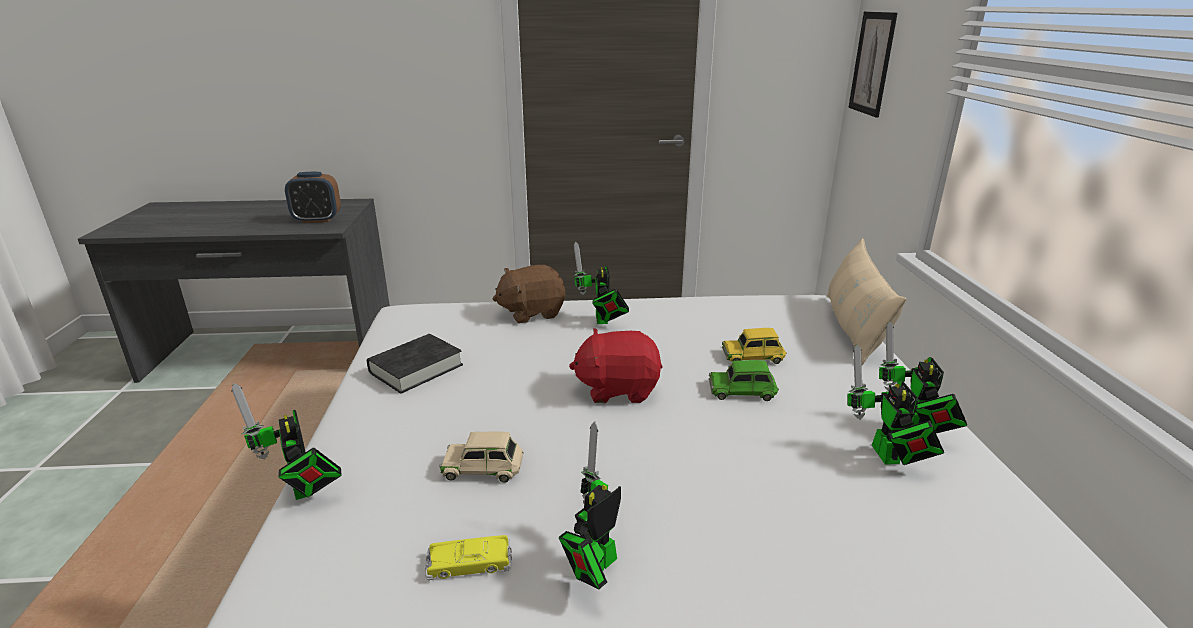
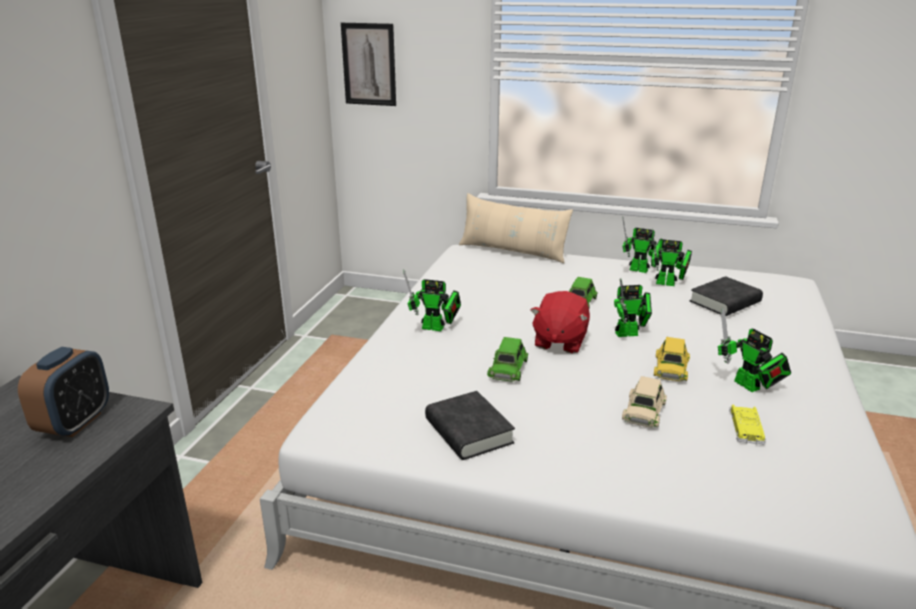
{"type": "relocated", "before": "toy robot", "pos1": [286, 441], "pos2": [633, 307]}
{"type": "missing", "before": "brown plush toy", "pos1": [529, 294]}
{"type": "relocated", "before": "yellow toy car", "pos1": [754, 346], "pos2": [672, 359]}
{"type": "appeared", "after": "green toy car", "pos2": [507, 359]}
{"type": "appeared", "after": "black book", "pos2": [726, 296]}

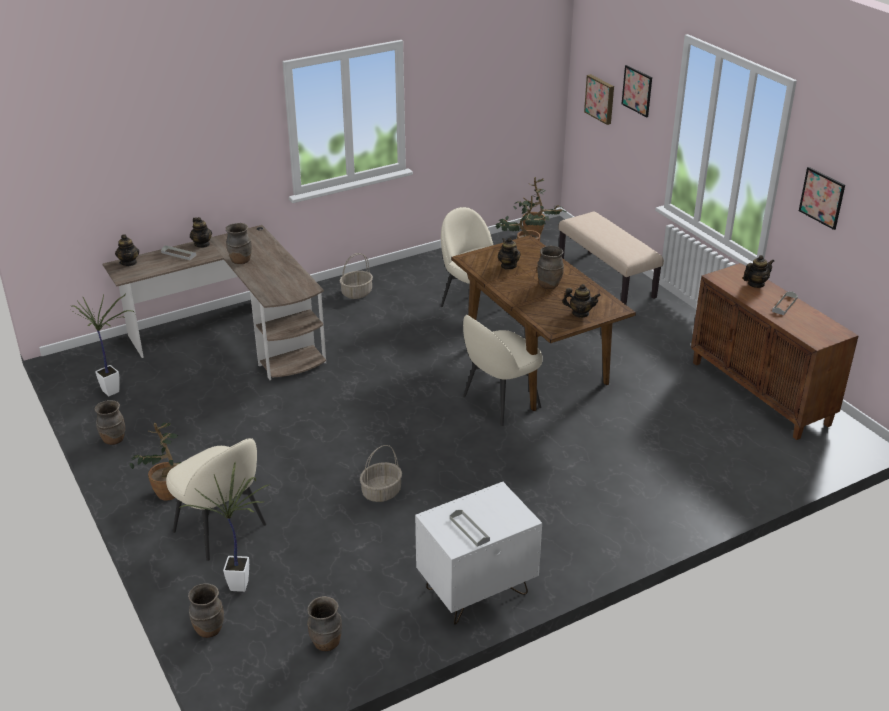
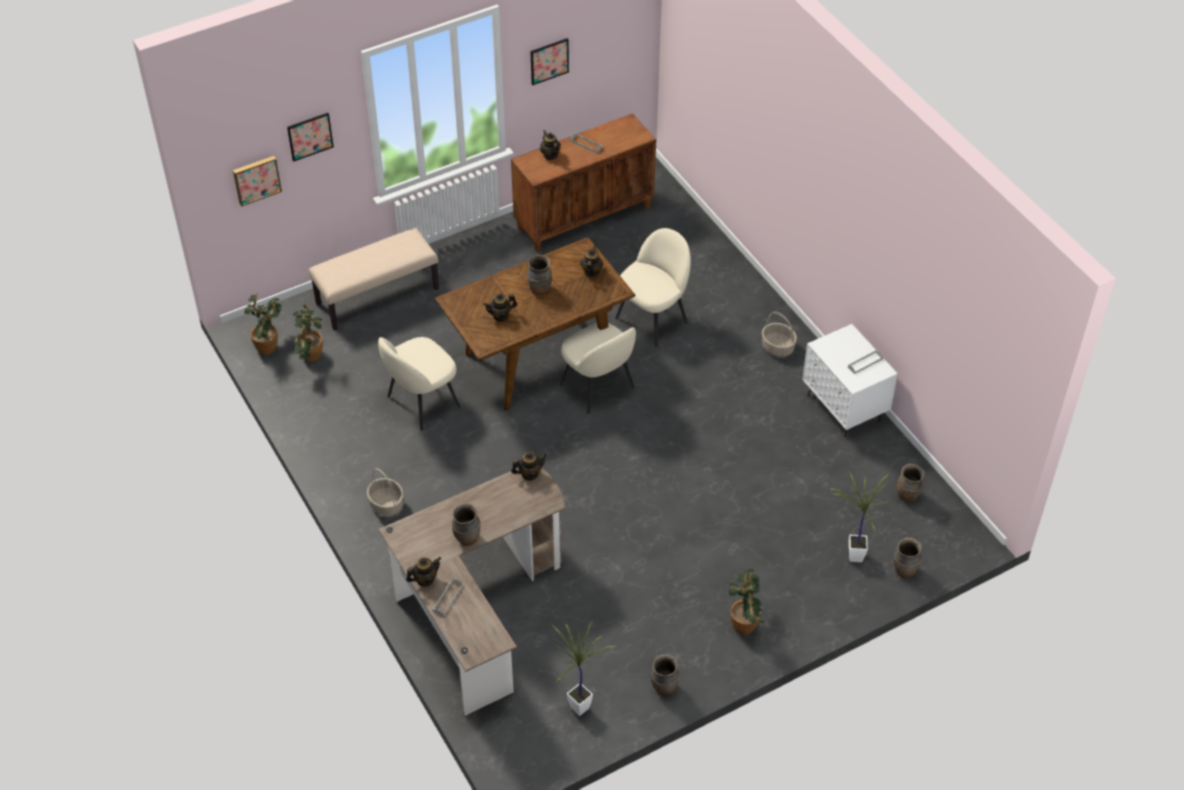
{"type": "relocated", "before": "teapot", "pos1": [127, 250], "pos2": [529, 466]}
{"type": "relocated", "before": "beige chair", "pos1": [216, 499], "pos2": [653, 287]}
{"type": "relocated", "before": "basket", "pos1": [381, 473], "pos2": [779, 334]}

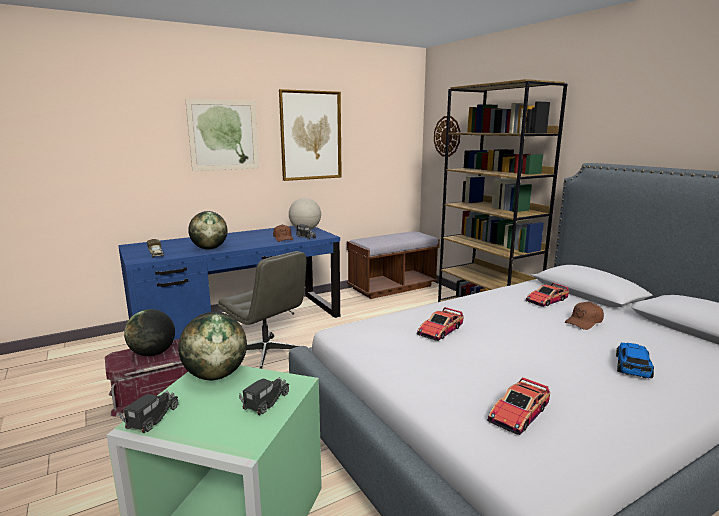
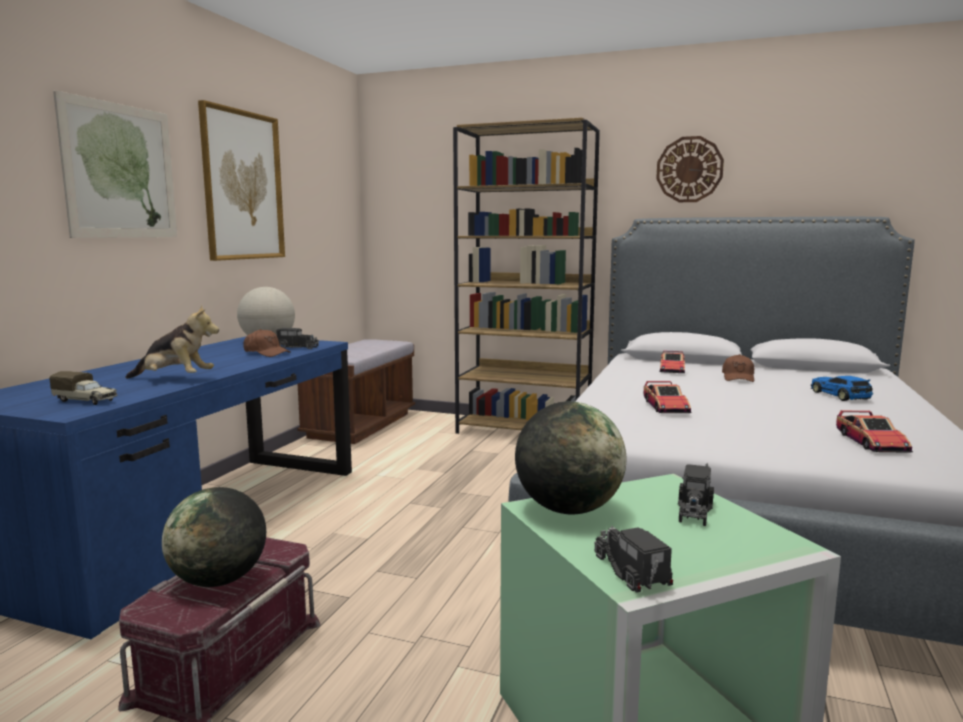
{"type": "exchanged", "before": "globe", "after": "plush toy", "pos1": [208, 230], "pos2": [172, 342]}
{"type": "missing", "before": "grey office chair", "pos1": [262, 310]}
{"type": "spun", "before": "toy truck", "pos1": [264, 396], "pos2": [696, 494], "turn": -150}
{"type": "relocated", "before": "wall clock", "pos1": [447, 136], "pos2": [690, 169]}

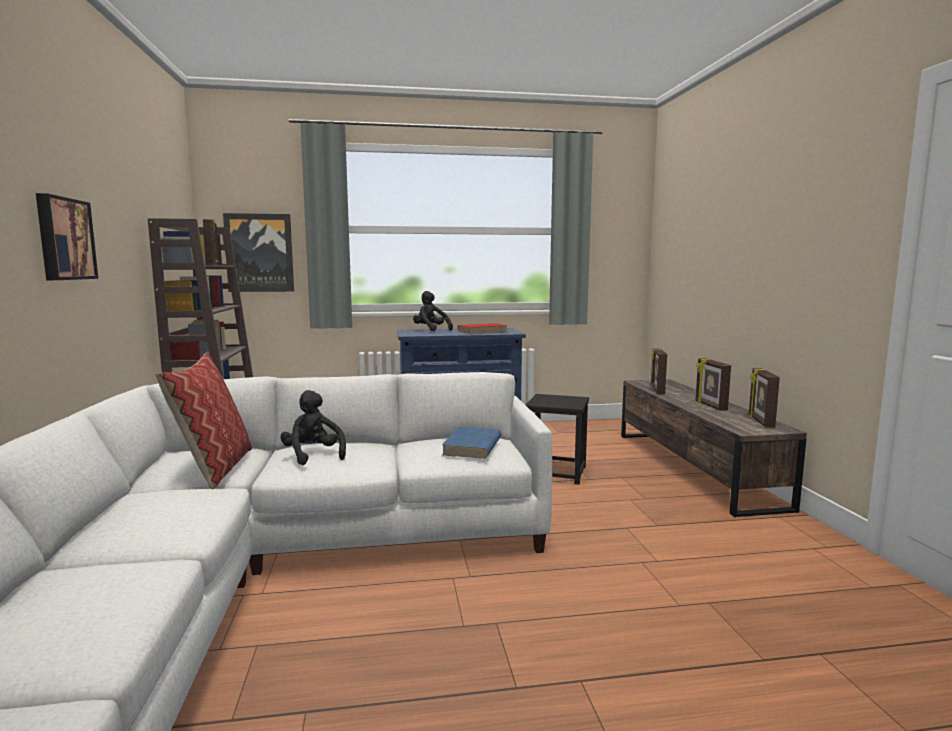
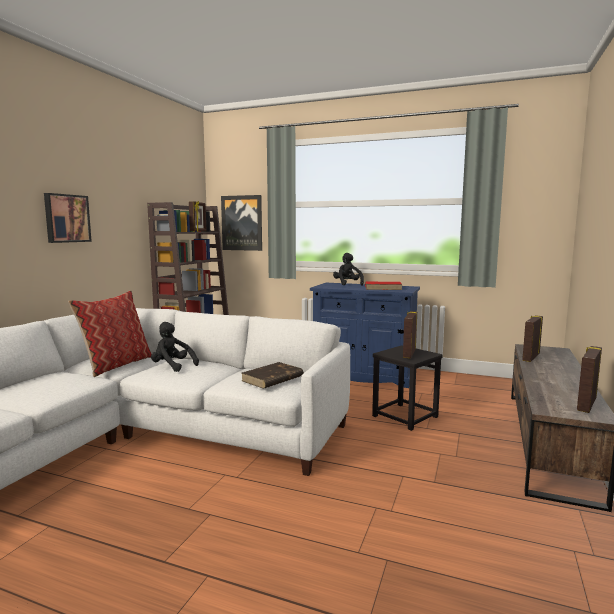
{"type": "spun", "before": "black plush toy", "pos1": [313, 427], "pos2": [175, 347], "turn": -60}
{"type": "colour", "before": "blue book", "after": "brown book", "pos1": [471, 442], "pos2": [273, 375]}
{"type": "relocated", "before": "picture frame", "pos1": [713, 384], "pos2": [410, 335]}

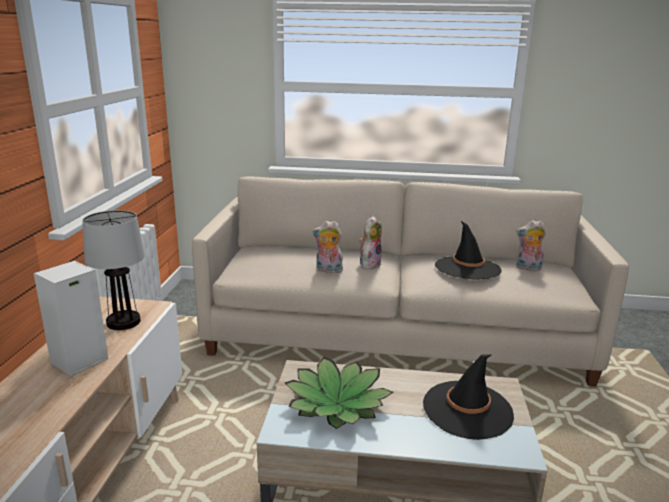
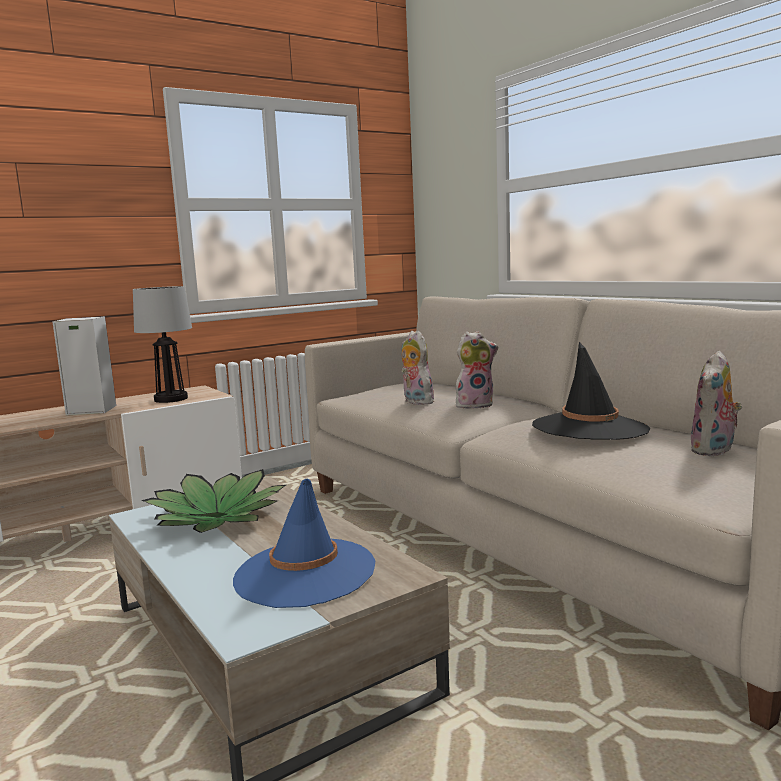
{"type": "colour", "before": "black hat", "after": "blue hat", "pos1": [468, 397], "pos2": [304, 543]}
{"type": "spun", "before": "plush toy", "pos1": [531, 245], "pos2": [716, 403], "turn": -105}

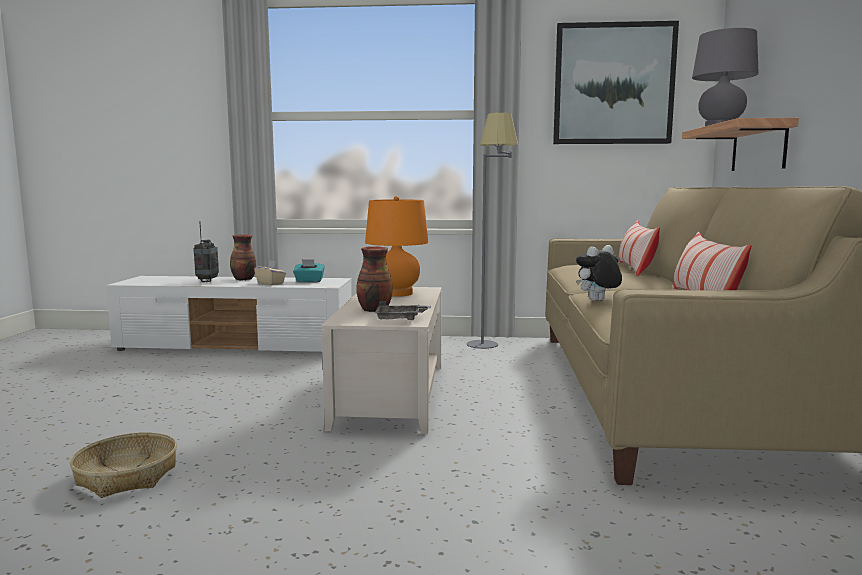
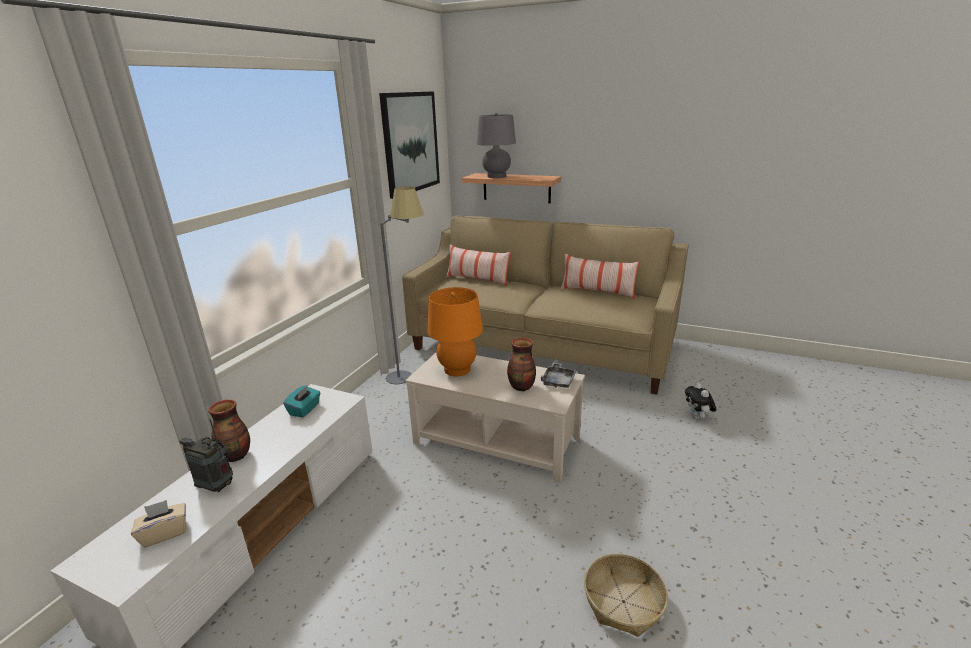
{"type": "relocated", "before": "beige tissue box", "pos1": [270, 272], "pos2": [158, 523]}
{"type": "relocated", "before": "plush toy", "pos1": [599, 273], "pos2": [701, 401]}

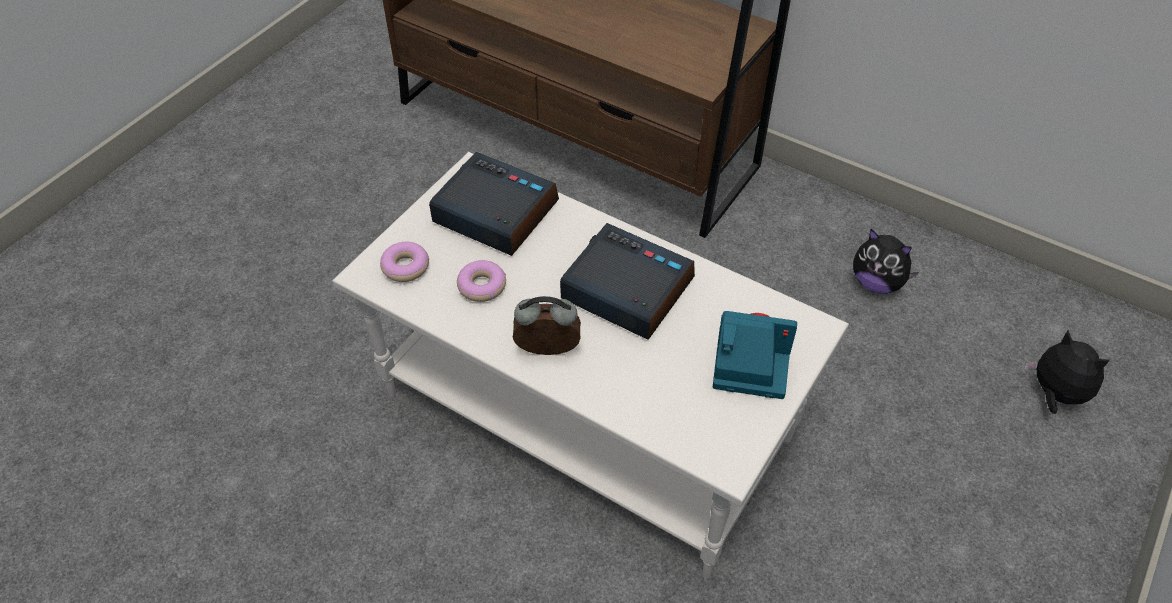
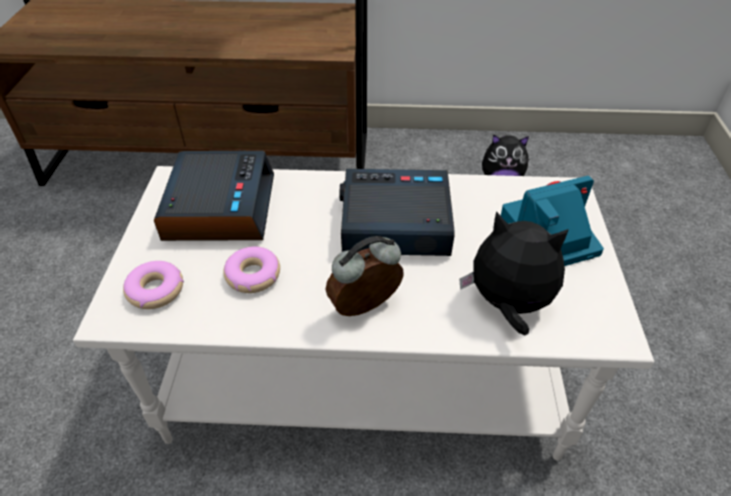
{"type": "spun", "before": "alarm clock", "pos1": [494, 204], "pos2": [214, 196], "turn": 90}
{"type": "relocated", "before": "plush toy", "pos1": [1067, 372], "pos2": [514, 273]}

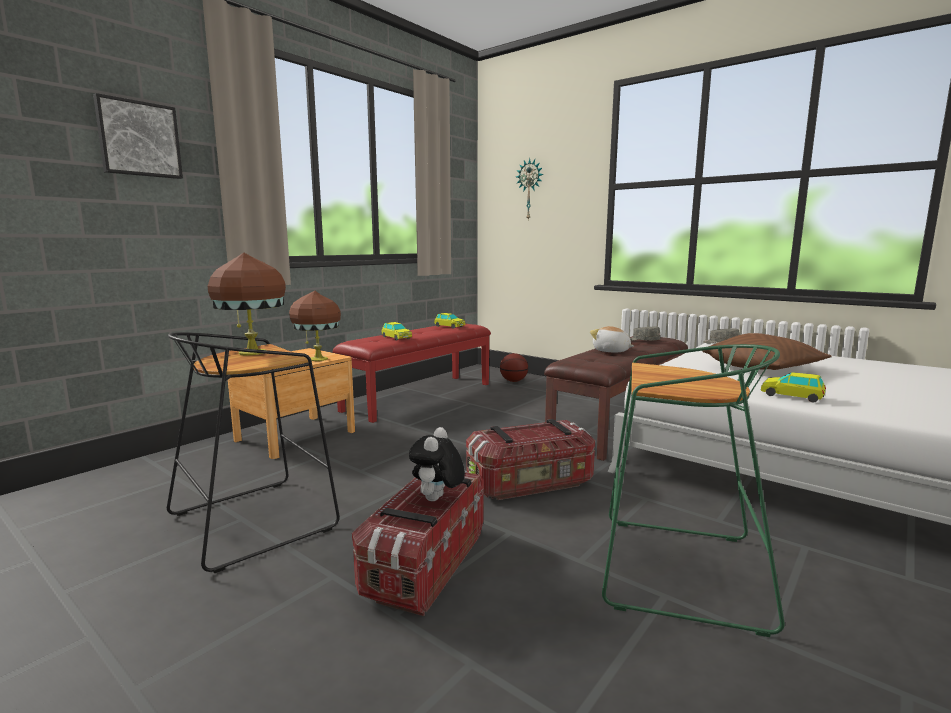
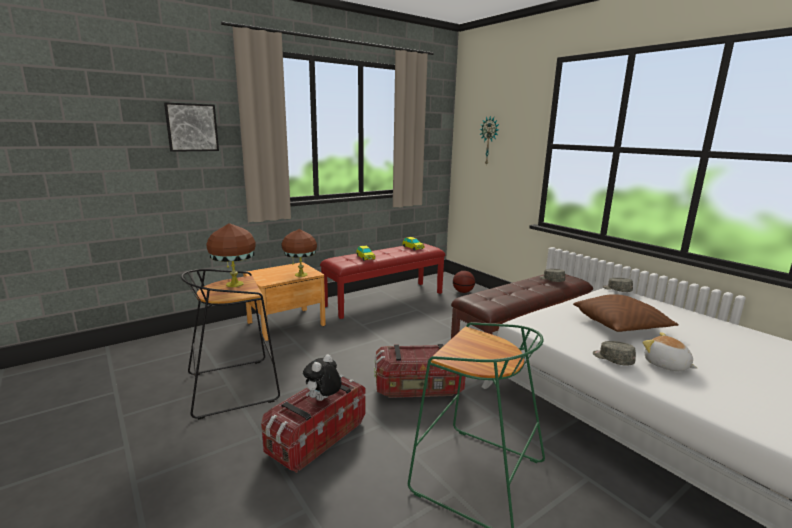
{"type": "relocated", "before": "plush toy", "pos1": [612, 339], "pos2": [670, 351]}
{"type": "exchanged", "before": "toy car", "after": "grey cap", "pos1": [793, 387], "pos2": [614, 353]}

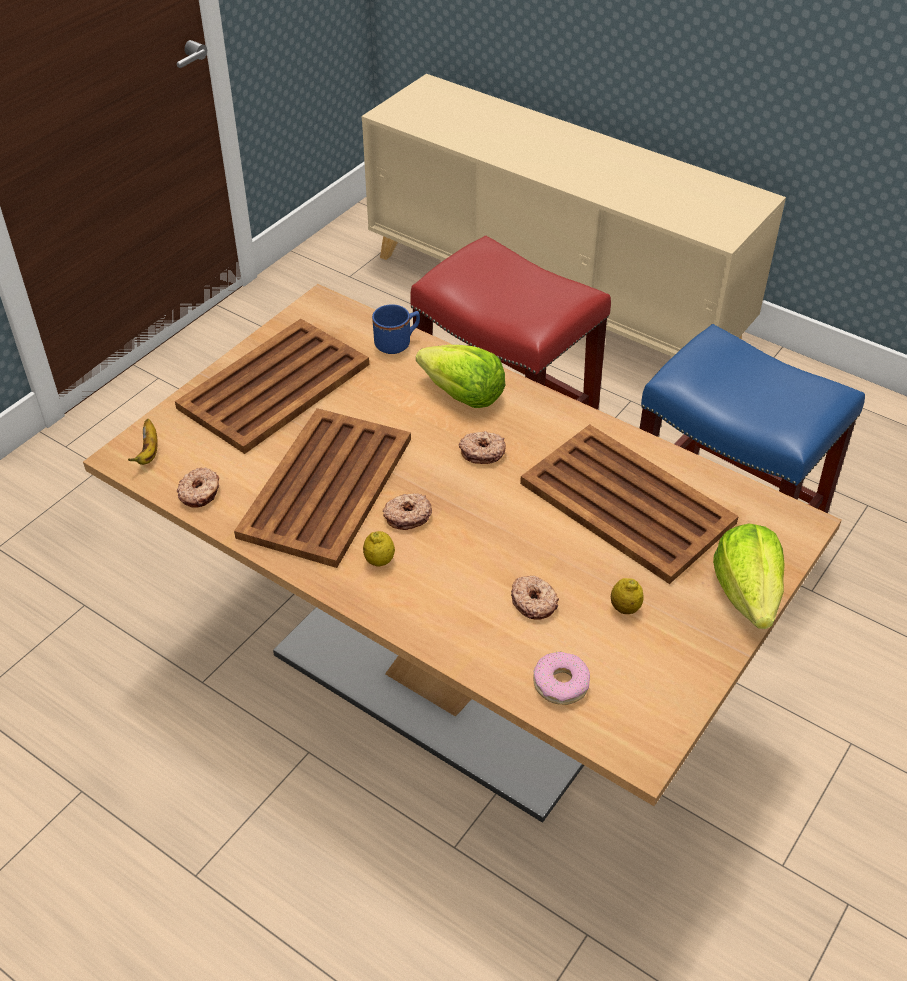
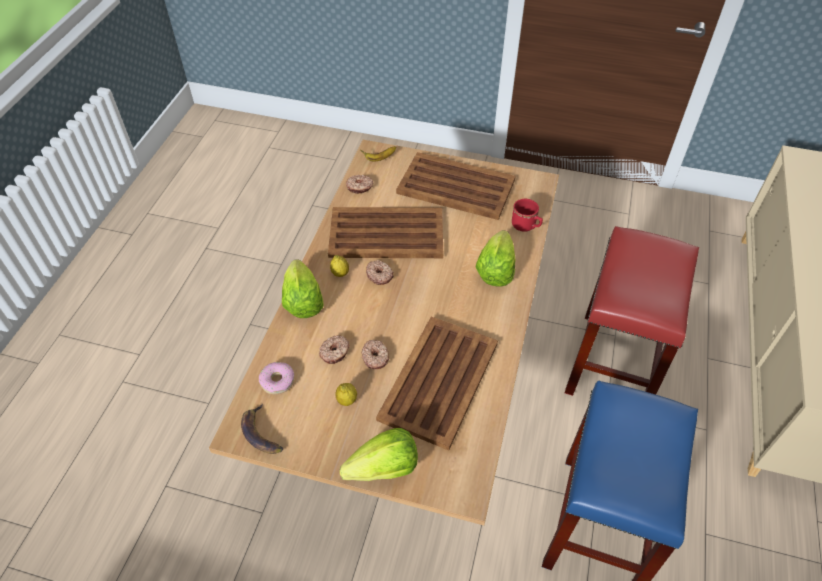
{"type": "colour", "before": "blue mug", "after": "red mug", "pos1": [396, 329], "pos2": [527, 215]}
{"type": "relocated", "before": "donut", "pos1": [482, 447], "pos2": [375, 354]}
{"type": "appeared", "after": "banana", "pos2": [262, 429]}
{"type": "appeared", "after": "lettuce", "pos2": [303, 288]}

